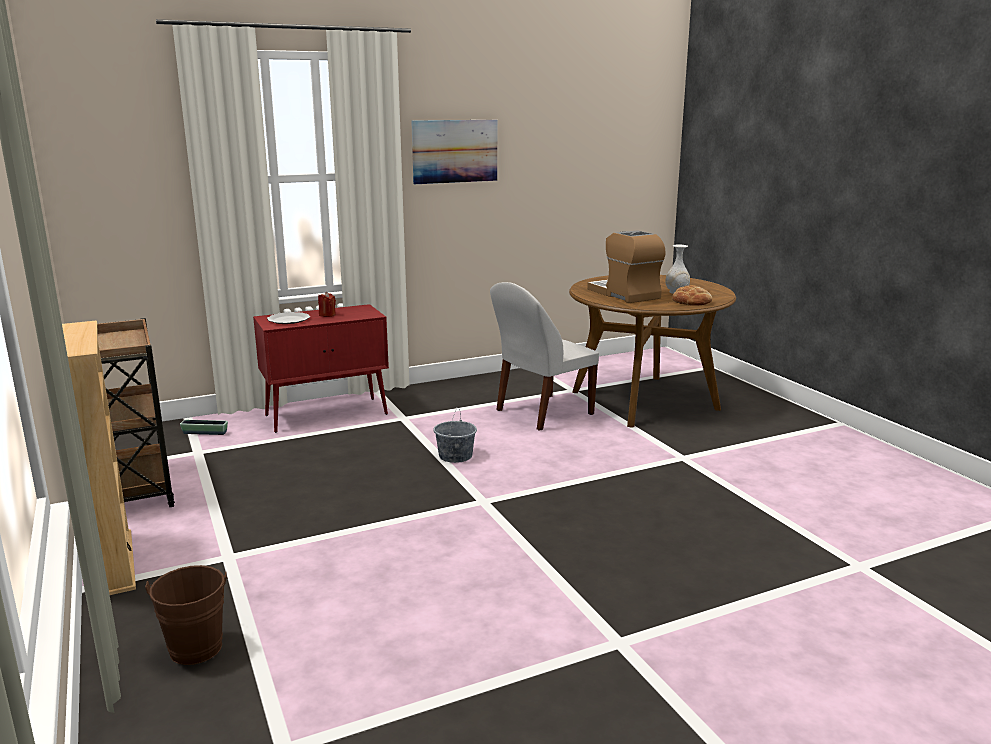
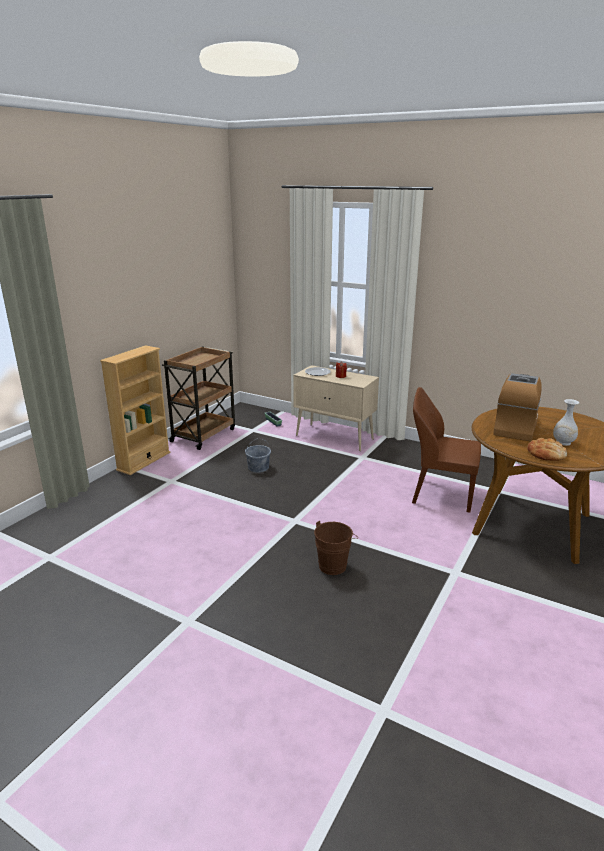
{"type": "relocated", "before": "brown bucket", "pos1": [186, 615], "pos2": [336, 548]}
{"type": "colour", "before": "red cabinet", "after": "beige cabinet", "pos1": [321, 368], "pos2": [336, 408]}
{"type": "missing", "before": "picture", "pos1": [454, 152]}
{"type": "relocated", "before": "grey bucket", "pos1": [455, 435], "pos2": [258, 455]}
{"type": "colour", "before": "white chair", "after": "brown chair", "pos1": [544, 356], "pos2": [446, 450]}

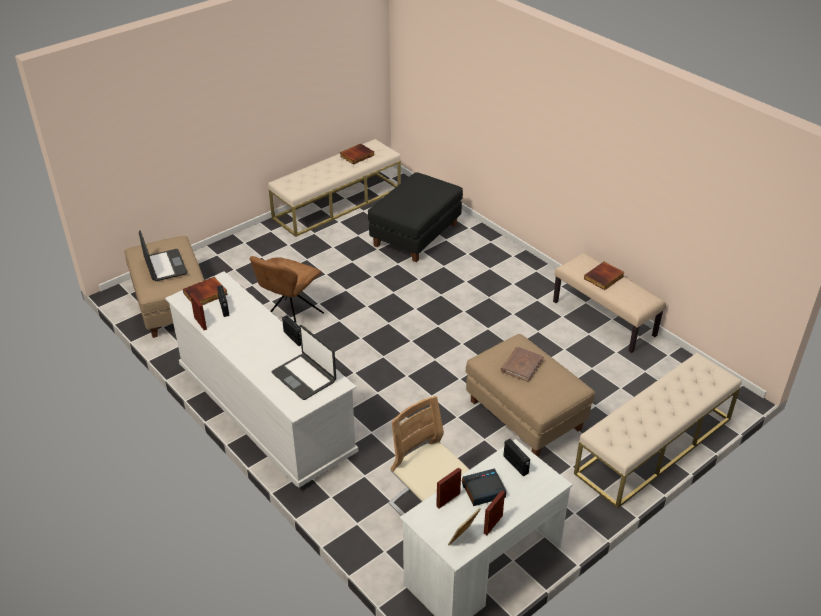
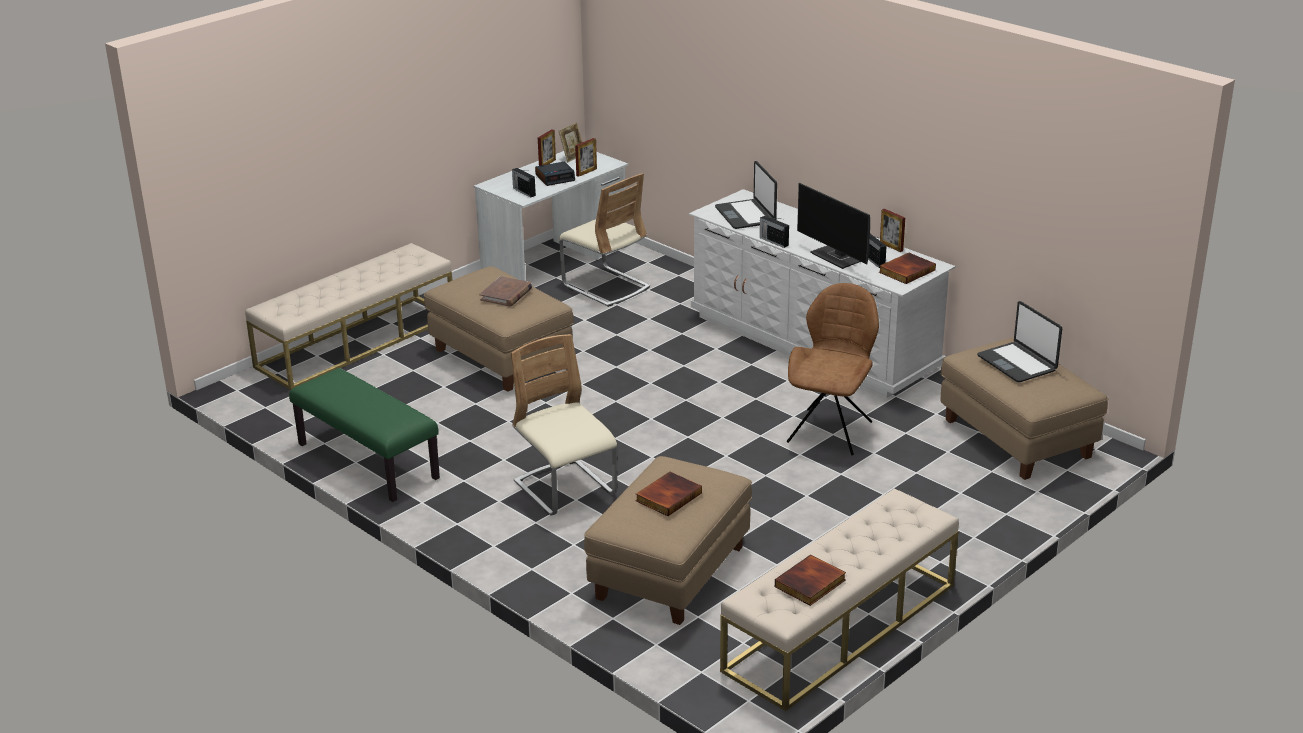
{"type": "spun", "before": "laptop", "pos1": [303, 362], "pos2": [746, 195], "turn": -150}
{"type": "colour", "before": "black ottoman", "after": "beige ottoman", "pos1": [415, 217], "pos2": [668, 540]}
{"type": "colour", "before": "beige bench", "after": "green bench", "pos1": [609, 303], "pos2": [364, 435]}
{"type": "relocated", "before": "book", "pos1": [604, 276], "pos2": [669, 493]}
{"type": "appeared", "after": "beige chair", "pos2": [564, 425]}
{"type": "appeared", "after": "monitor", "pos2": [833, 226]}

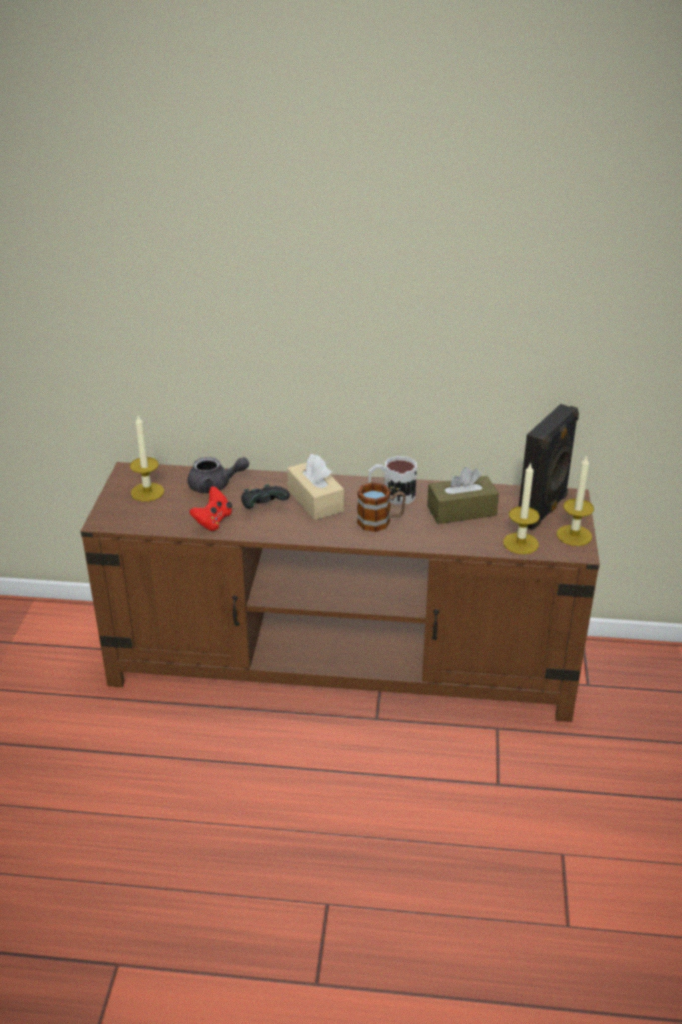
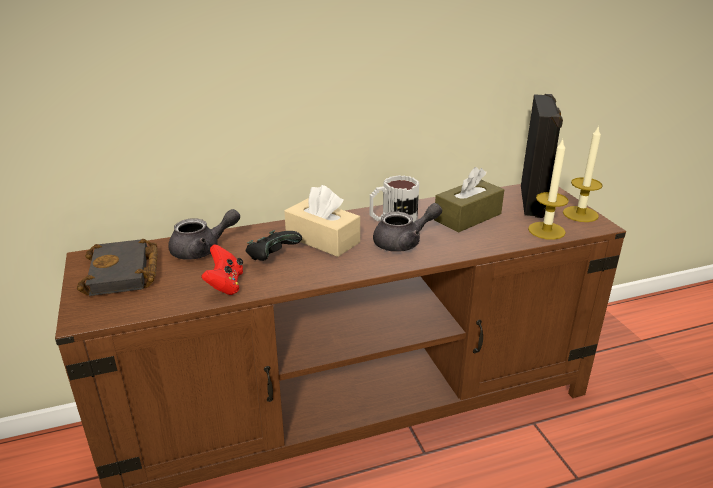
{"type": "exchanged", "before": "candle", "after": "black book", "pos1": [147, 458], "pos2": [117, 267]}
{"type": "exchanged", "before": "mug", "after": "grey teapot", "pos1": [381, 507], "pos2": [407, 227]}

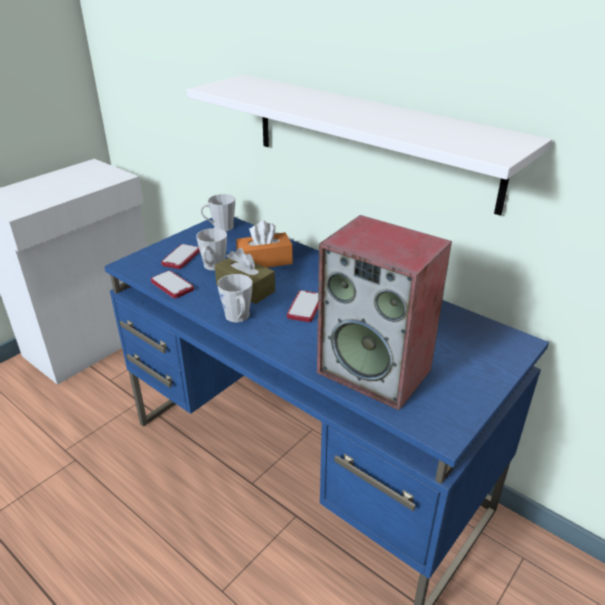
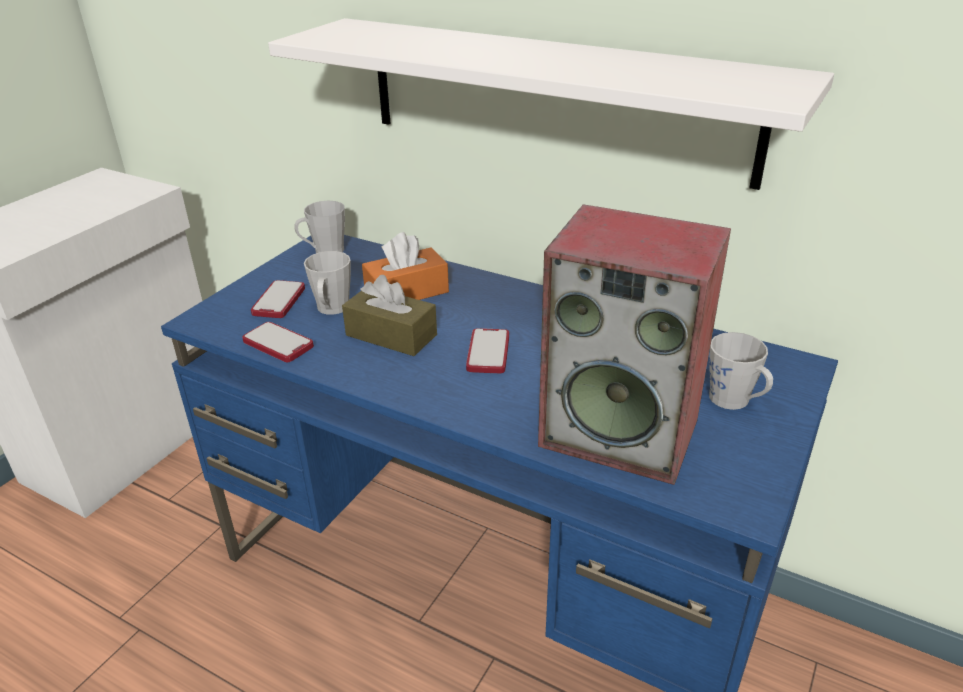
{"type": "relocated", "before": "grey mug", "pos1": [235, 298], "pos2": [741, 371]}

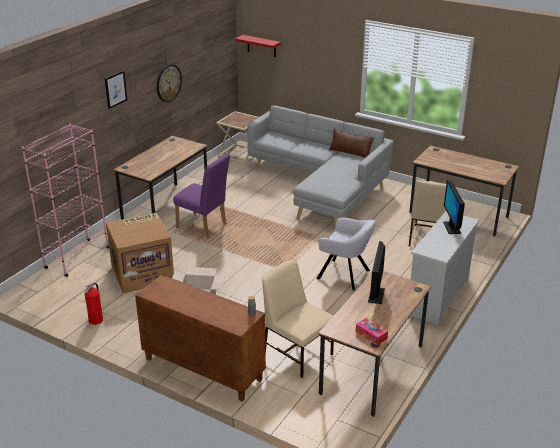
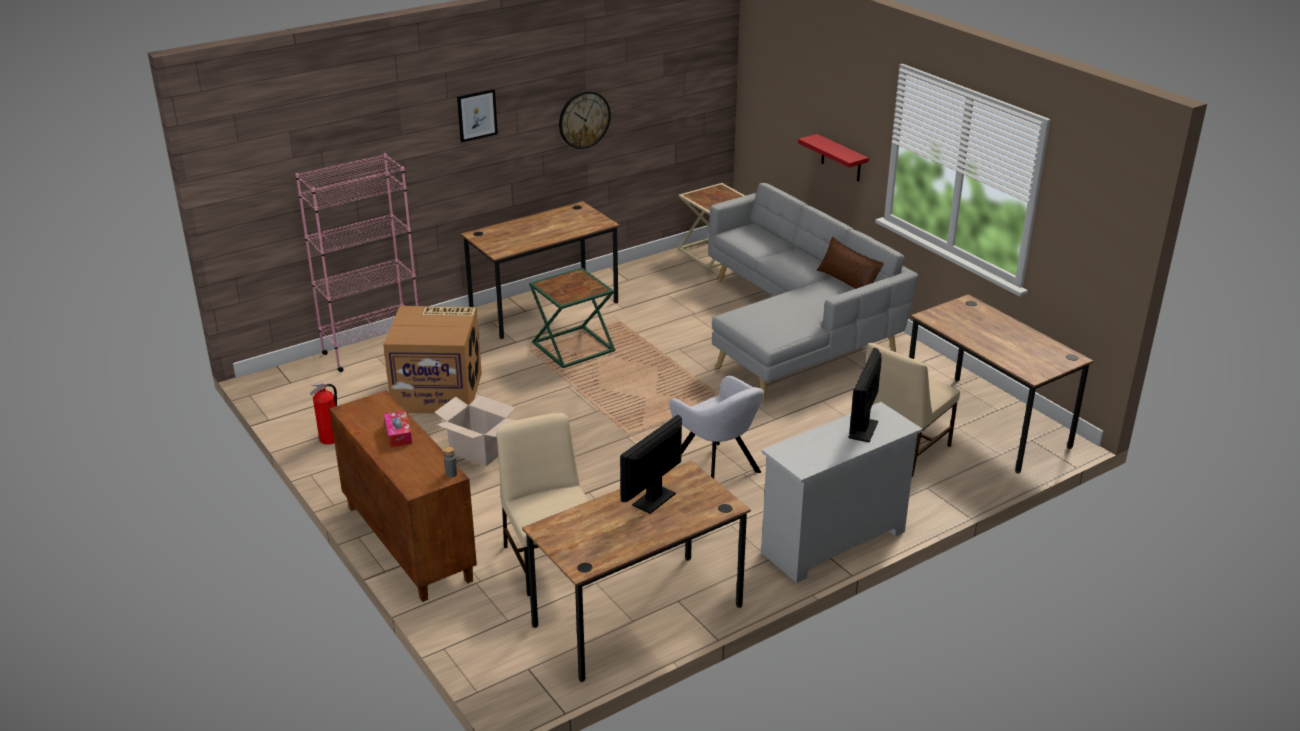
{"type": "exchanged", "before": "purple chair", "after": "green side table", "pos1": [201, 195], "pos2": [572, 318]}
{"type": "relocated", "before": "red shelf", "pos1": [258, 46], "pos2": [833, 157]}
{"type": "relocated", "before": "tissue box", "pos1": [372, 332], "pos2": [398, 429]}

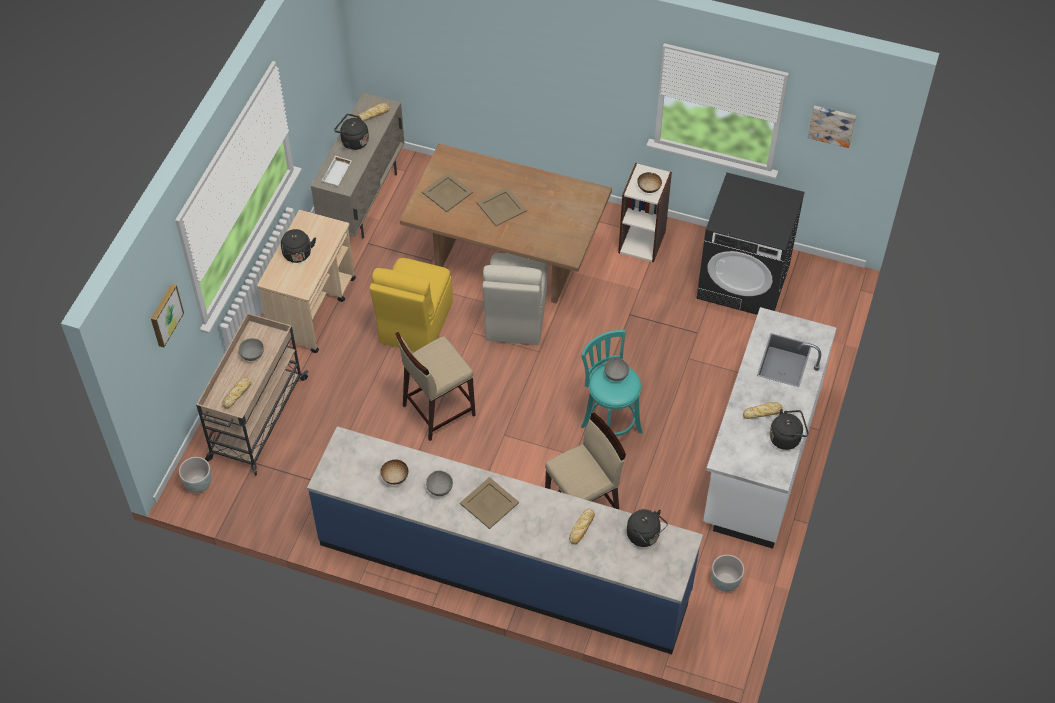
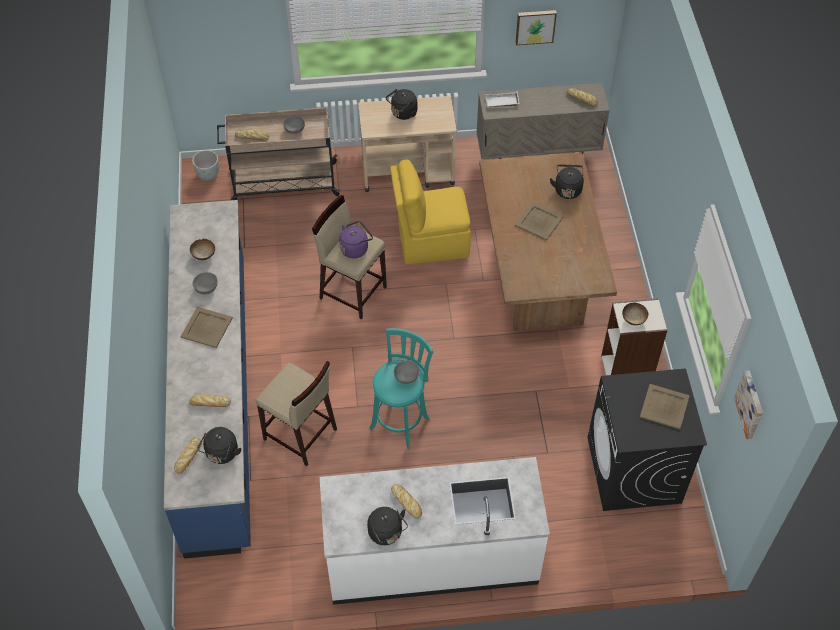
{"type": "relocated", "before": "picture", "pos1": [167, 315], "pos2": [536, 27]}
{"type": "relocated", "before": "black kettle", "pos1": [351, 132], "pos2": [567, 181]}
{"type": "relocated", "before": "beige tray", "pos1": [447, 192], "pos2": [665, 407]}
{"type": "missing", "before": "beige chair", "pos1": [515, 299]}
{"type": "missing", "before": "grey planter", "pos1": [728, 573]}
{"type": "appeared", "after": "bread", "pos2": [188, 455]}
{"type": "appeared", "after": "purple kettle", "pos2": [356, 239]}

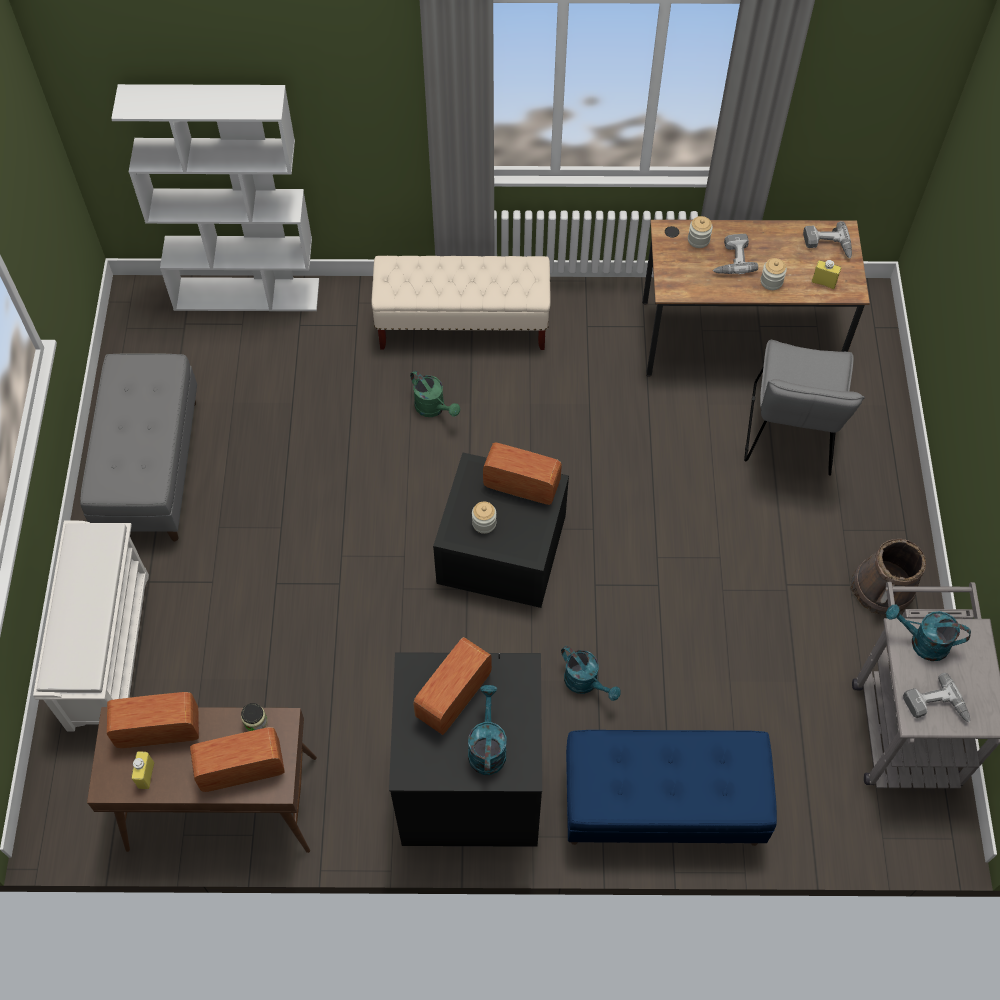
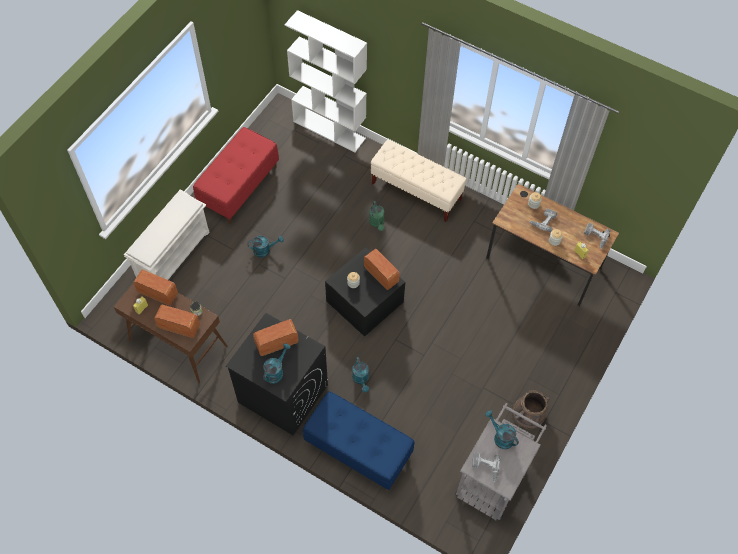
{"type": "colour", "before": "grey bench", "after": "red bench", "pos1": [138, 447], "pos2": [236, 175]}
{"type": "missing", "before": "grey chair", "pos1": [804, 408]}
{"type": "appeared", "after": "turquoise watering can", "pos2": [266, 247]}

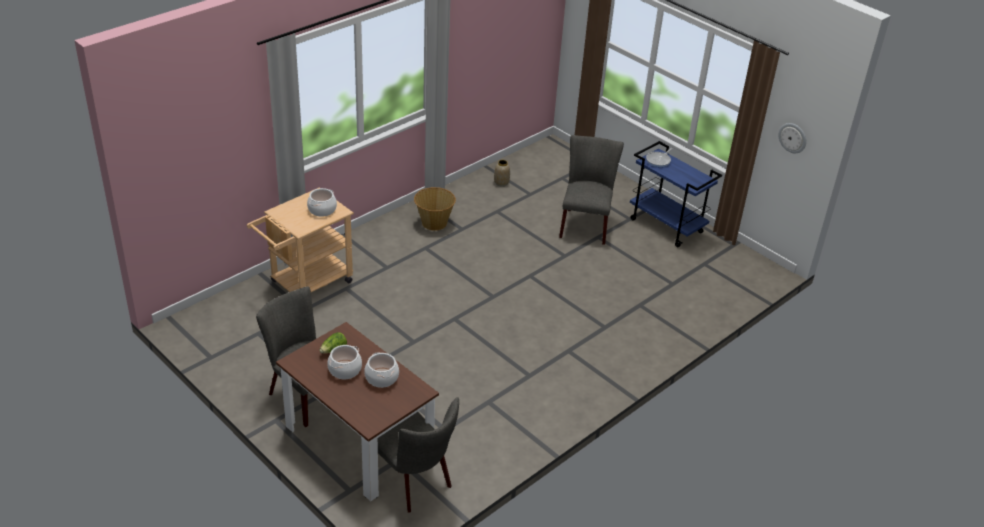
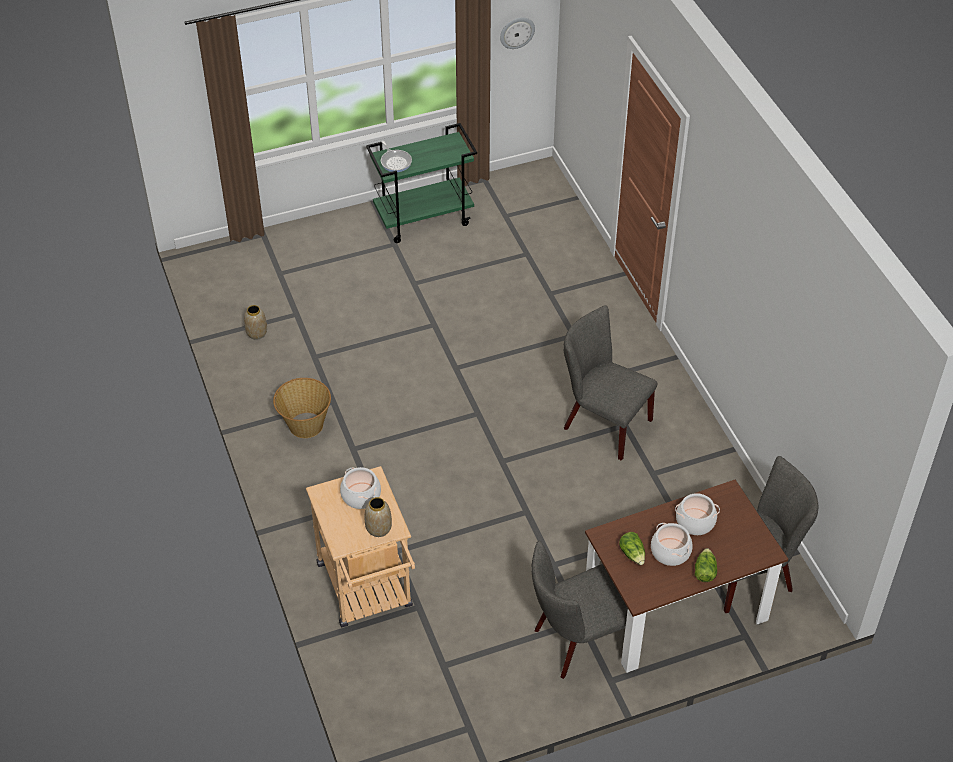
{"type": "relocated", "before": "grey chair", "pos1": [591, 190], "pos2": [610, 383]}
{"type": "colour", "before": "blue cart", "after": "green cart", "pos1": [676, 194], "pos2": [421, 183]}
{"type": "appeared", "after": "vase", "pos2": [378, 517]}
{"type": "appeared", "after": "lettuce", "pos2": [706, 565]}

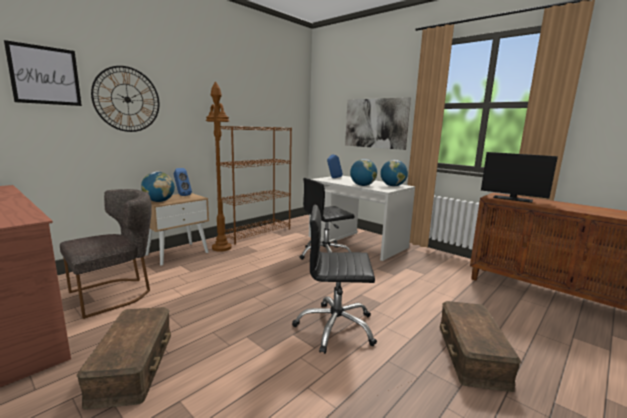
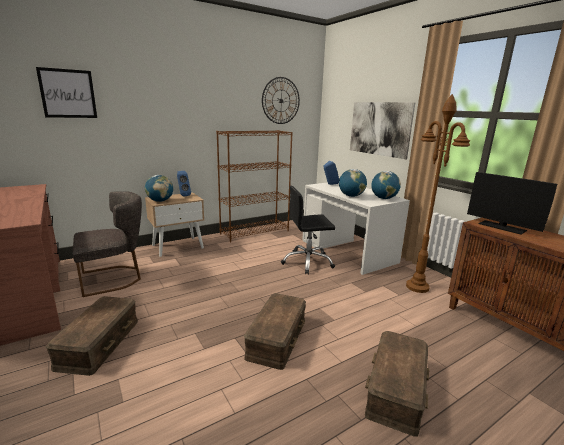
{"type": "relocated", "before": "wall clock", "pos1": [125, 99], "pos2": [281, 100]}
{"type": "relocated", "before": "brown floor lamp", "pos1": [219, 166], "pos2": [438, 193]}
{"type": "exchanged", "before": "black office chair", "after": "brown storage box", "pos1": [334, 279], "pos2": [275, 331]}

